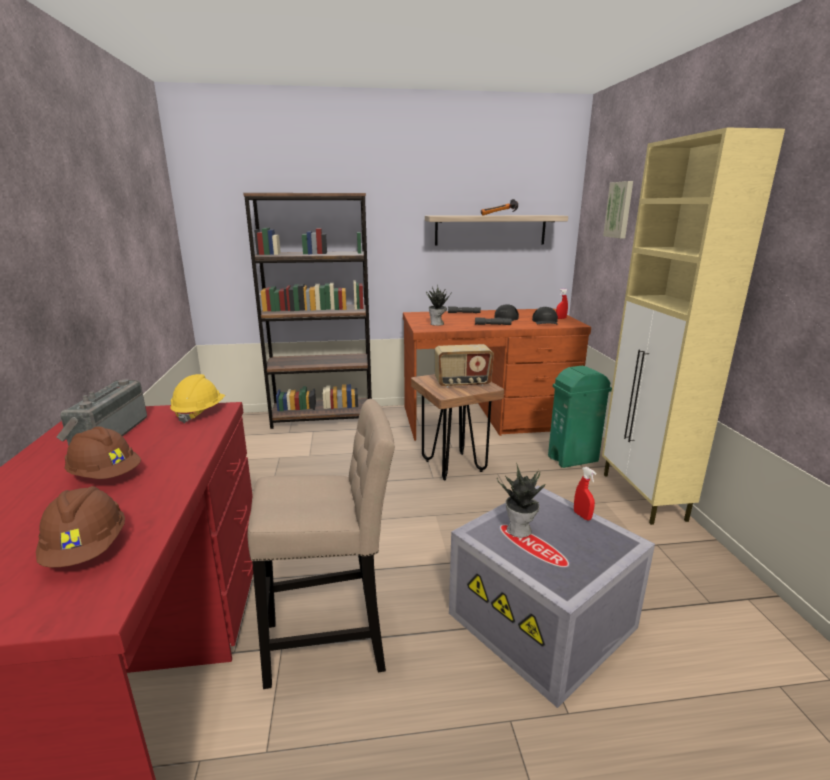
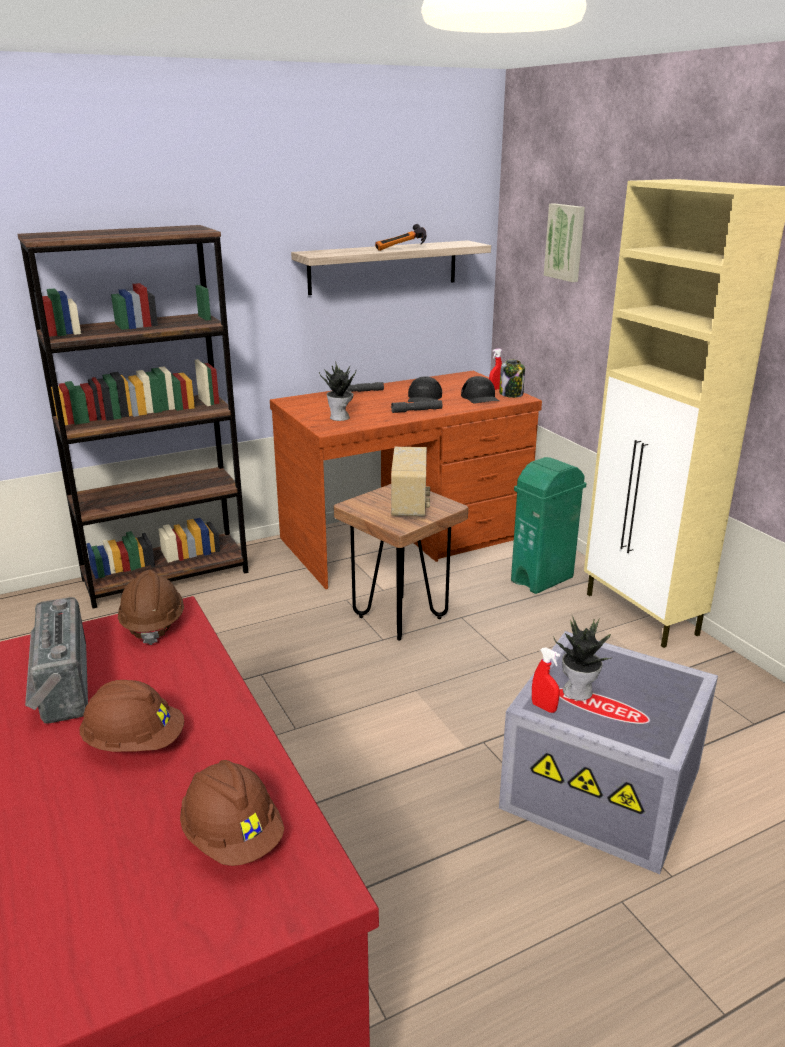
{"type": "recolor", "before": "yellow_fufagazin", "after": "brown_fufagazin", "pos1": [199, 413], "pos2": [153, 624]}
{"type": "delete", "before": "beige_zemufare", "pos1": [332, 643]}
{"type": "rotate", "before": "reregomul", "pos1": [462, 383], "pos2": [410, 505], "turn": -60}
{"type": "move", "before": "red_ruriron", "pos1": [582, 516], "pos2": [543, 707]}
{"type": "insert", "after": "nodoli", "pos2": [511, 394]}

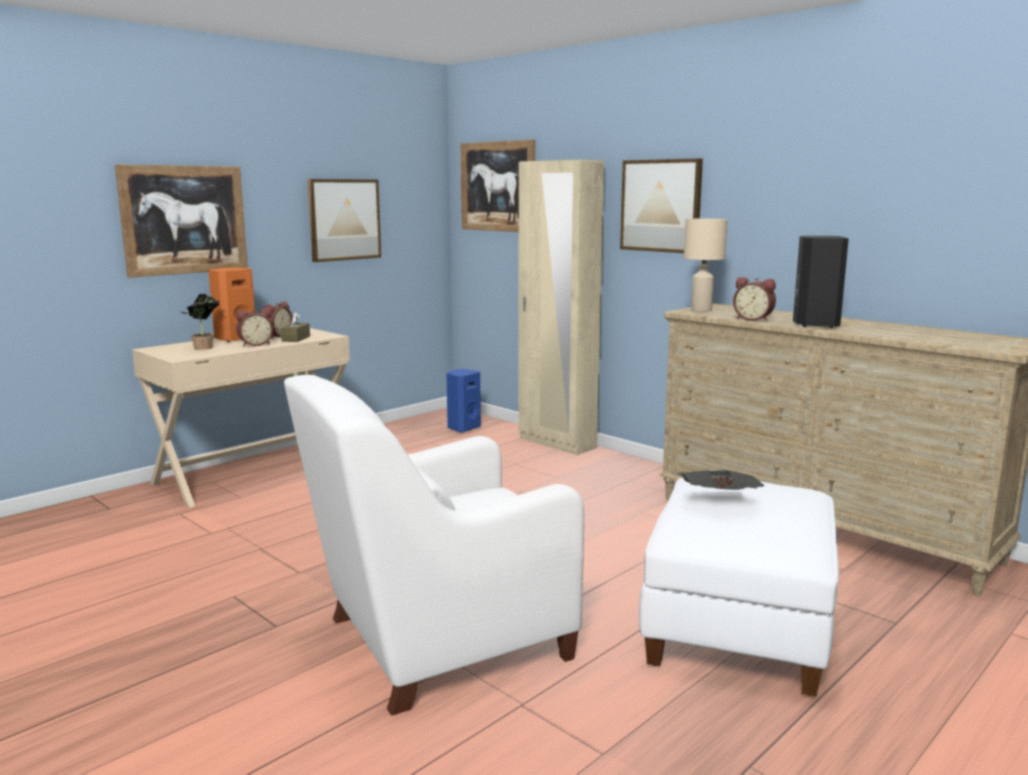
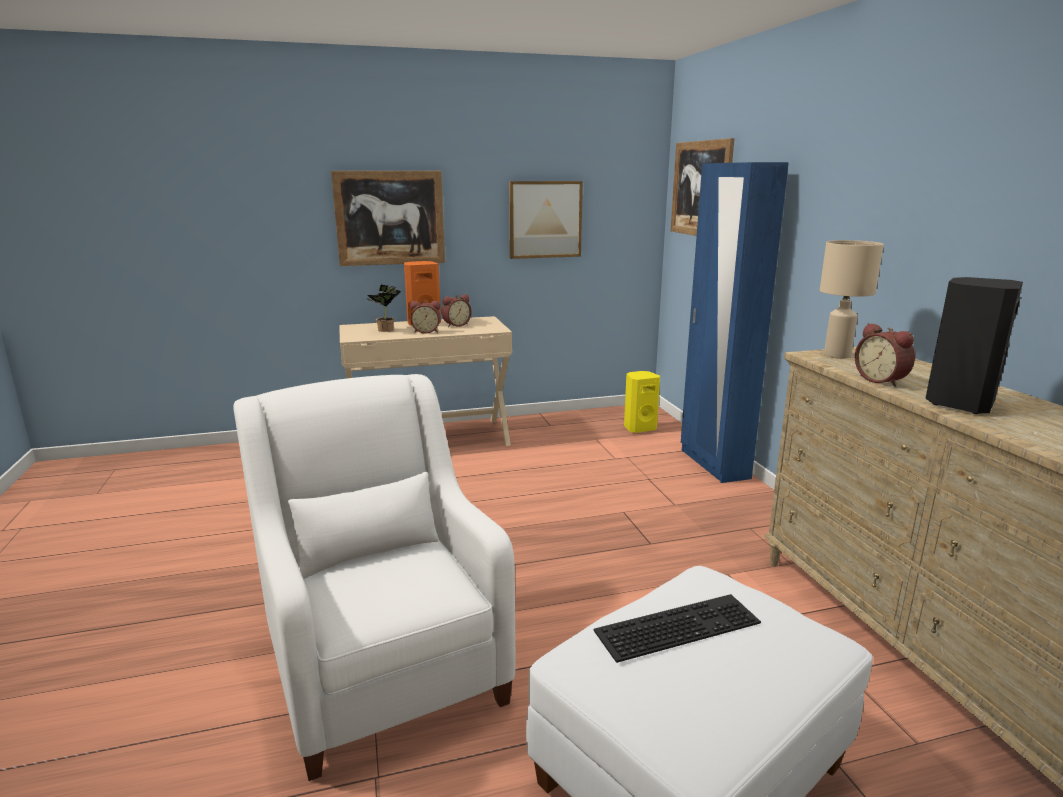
{"type": "delete", "before": "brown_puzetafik", "pos1": [296, 339]}
{"type": "rotate", "before": "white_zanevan", "pos1": [435, 641], "pos2": [383, 664], "turn": 60}
{"type": "recolor", "before": "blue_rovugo", "after": "yellow_rovugo", "pos1": [463, 428], "pos2": [639, 428]}
{"type": "recolor", "before": "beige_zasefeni", "after": "blue_zasefeni", "pos1": [556, 443], "pos2": [713, 464]}
{"type": "delete", "before": "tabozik", "pos1": [661, 206]}
{"type": "replace", "before": "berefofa", "after": "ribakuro", "pos1": [720, 502], "pos2": [677, 624]}

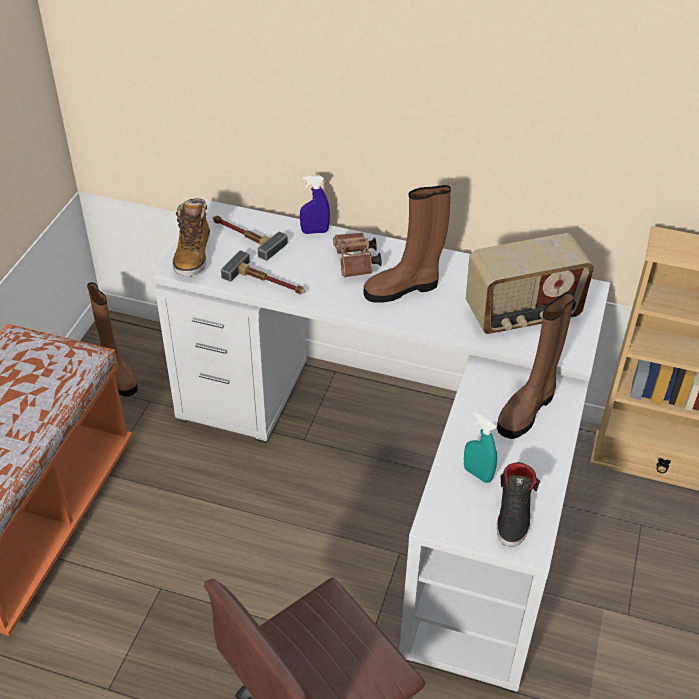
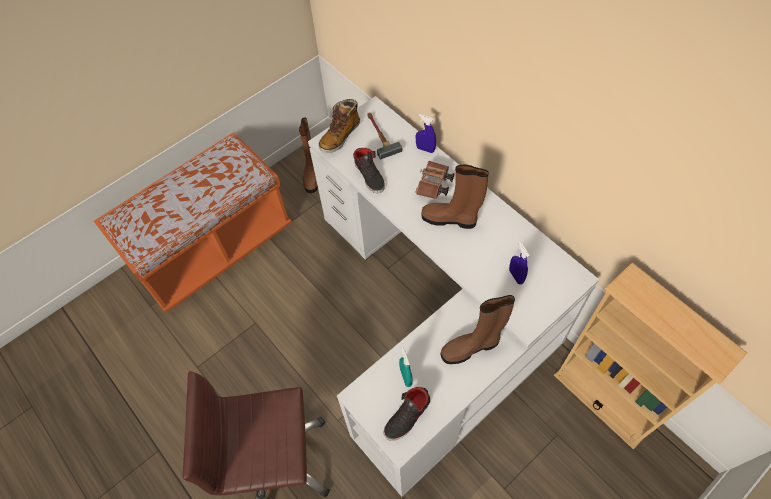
{"type": "replace", "before": "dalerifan", "after": "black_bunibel", "pos1": [267, 282], "pos2": [370, 176]}
{"type": "replace", "before": "reregomul", "after": "blue_ruriron", "pos1": [523, 314], "pos2": [516, 276]}

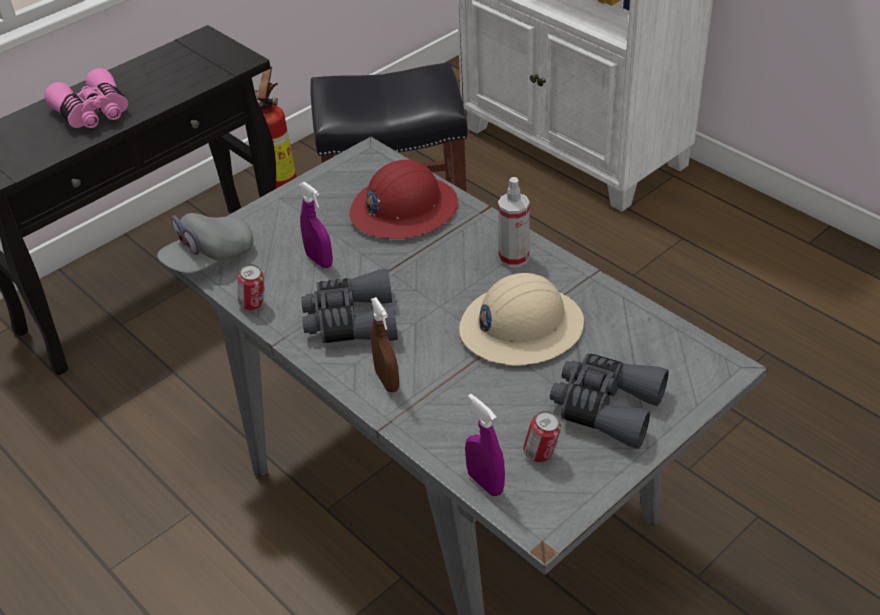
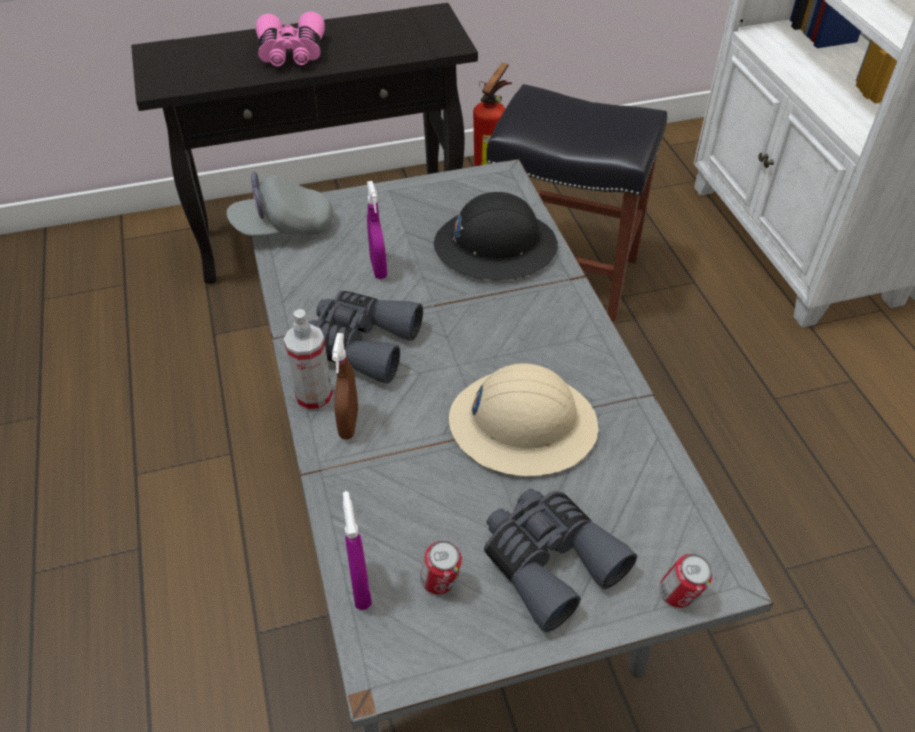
{"type": "move", "before": "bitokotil", "pos1": [254, 305], "pos2": [679, 597]}
{"type": "recolor", "before": "red_fufagazin", "after": "black_fufagazin", "pos1": [403, 210], "pos2": [495, 246]}
{"type": "move", "before": "ruriron", "pos1": [514, 257], "pos2": [314, 397]}

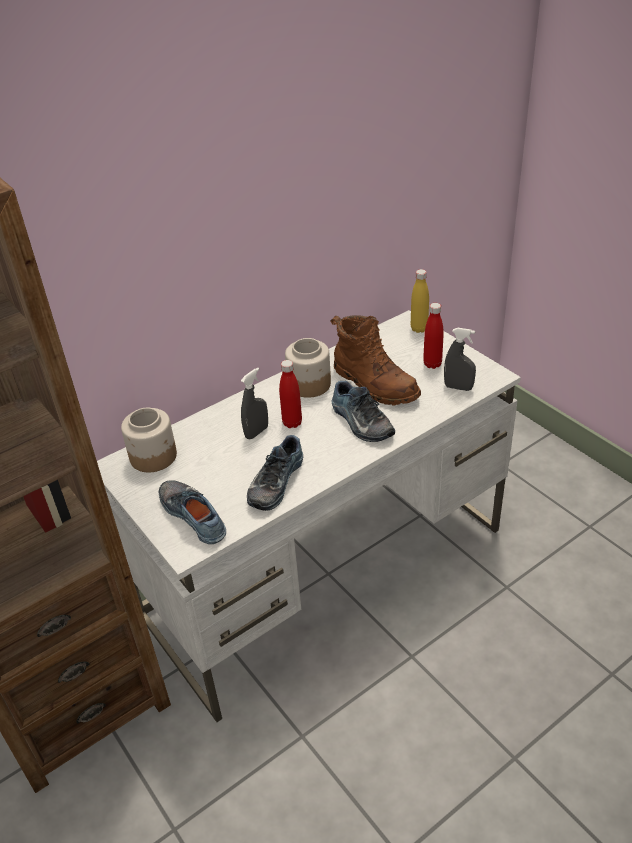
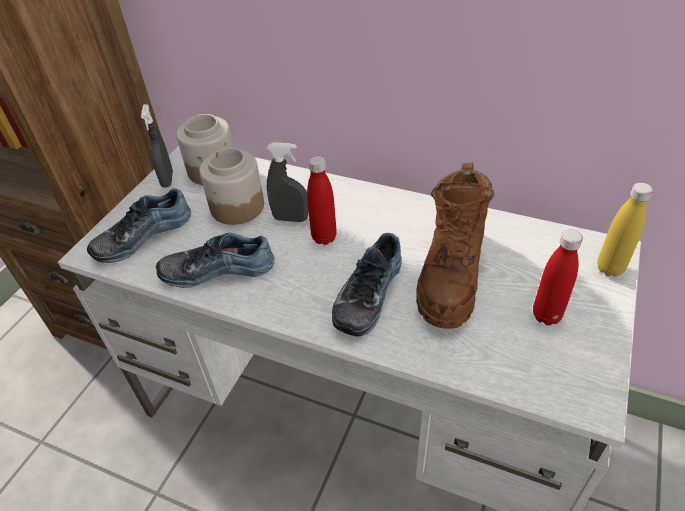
{"type": "rotate", "before": "bunibel", "pos1": [195, 515], "pos2": [142, 235], "turn": -150}
{"type": "move", "before": "nodoli", "pos1": [308, 384], "pos2": [237, 206]}
{"type": "move", "before": "grey_ruriron", "pos1": [458, 387], "pos2": [167, 179]}

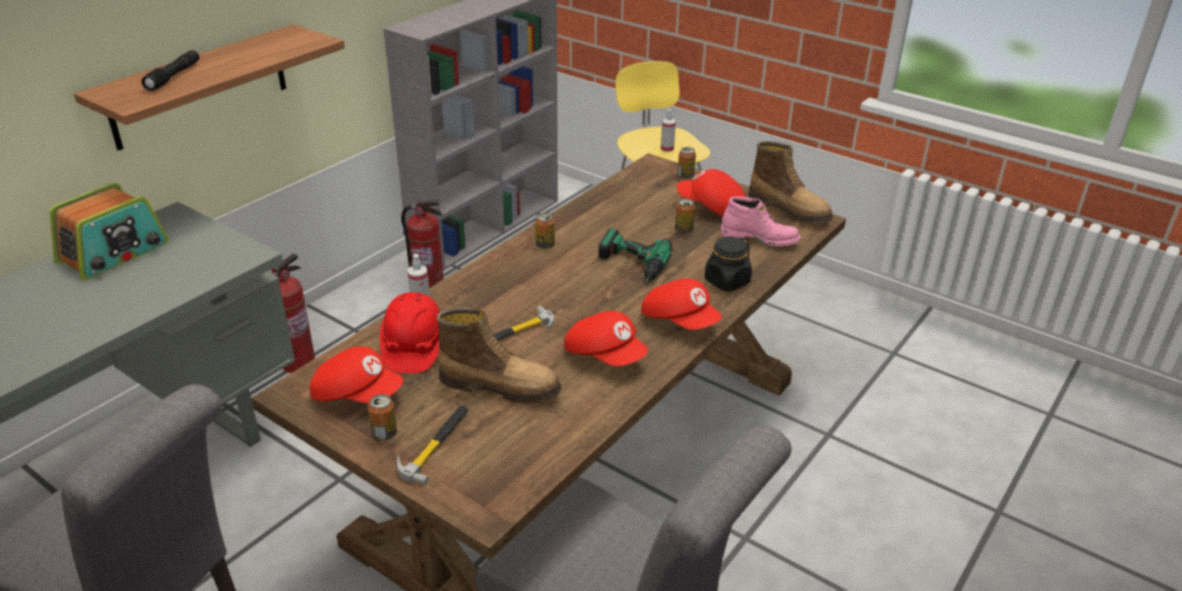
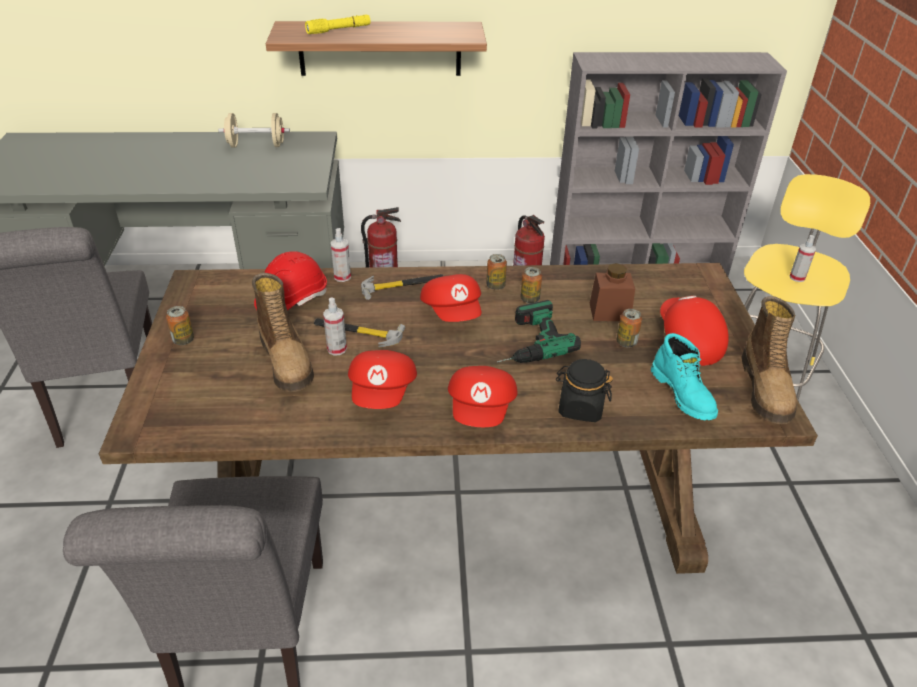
{"type": "replace", "before": "reregomul", "after": "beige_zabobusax", "pos1": [114, 253], "pos2": [256, 145]}
{"type": "recolor", "before": "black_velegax", "after": "yellow_velegax", "pos1": [174, 77], "pos2": [339, 30]}
{"type": "move", "before": "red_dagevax", "pos1": [357, 394], "pos2": [453, 312]}
{"type": "move", "before": "dalerifan", "pos1": [436, 444], "pos2": [402, 285]}
{"type": "move", "before": "bitokotil", "pos1": [685, 176], "pos2": [529, 299]}
{"type": "recolor", "before": "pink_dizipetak", "after": "turquoise_dizipetak", "pos1": [760, 238], "pos2": [683, 394]}
{"type": "insert", "after": "ruriron", "pos2": [337, 349]}
{"type": "insert", "after": "brown_nodoli", "pos2": [609, 312]}

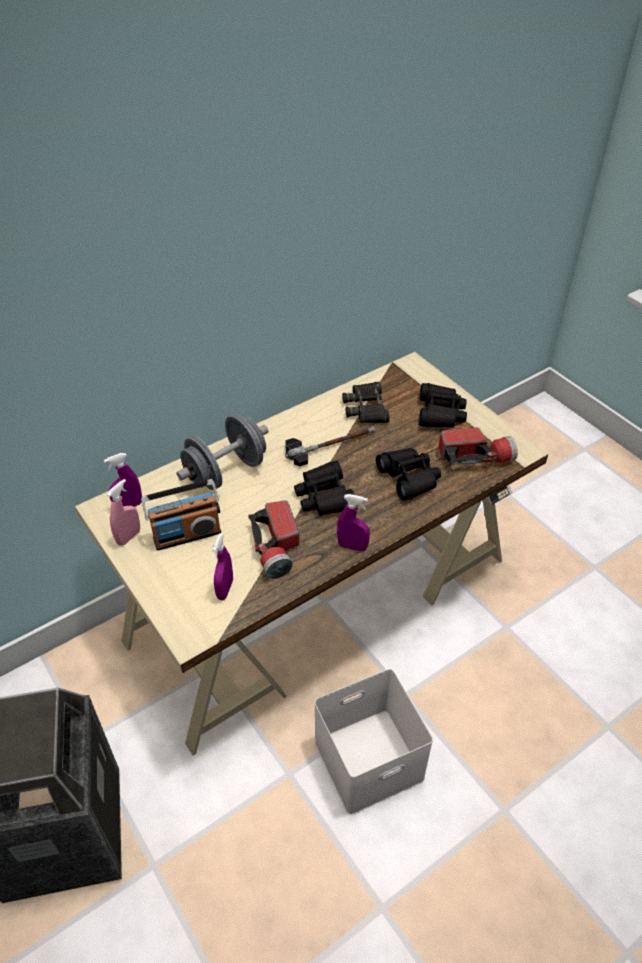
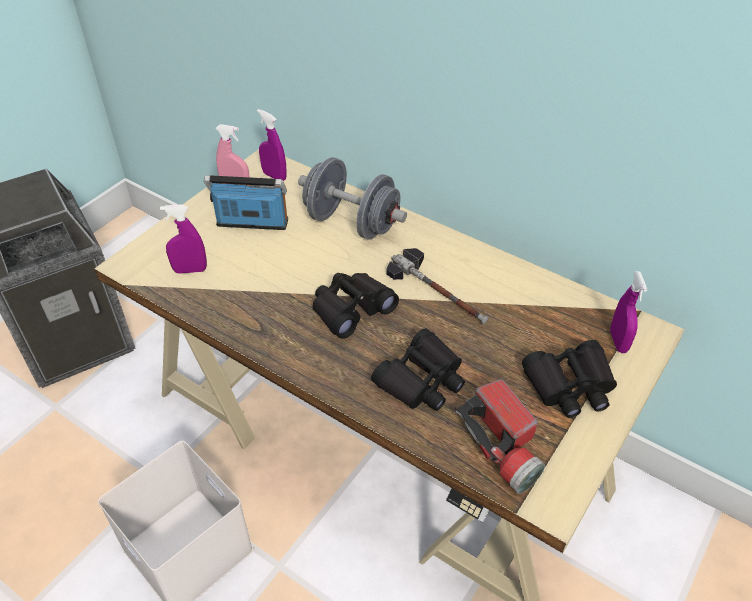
{"type": "rotate", "before": "reregomul", "pos1": [187, 535], "pos2": [252, 223], "turn": 135}
{"type": "delete", "before": "velegax", "pos1": [276, 547]}
{"type": "move", "before": "purple_ruriron", "pos1": [352, 546], "pos2": [618, 341]}
{"type": "delete", "before": "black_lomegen", "pos1": [366, 408]}

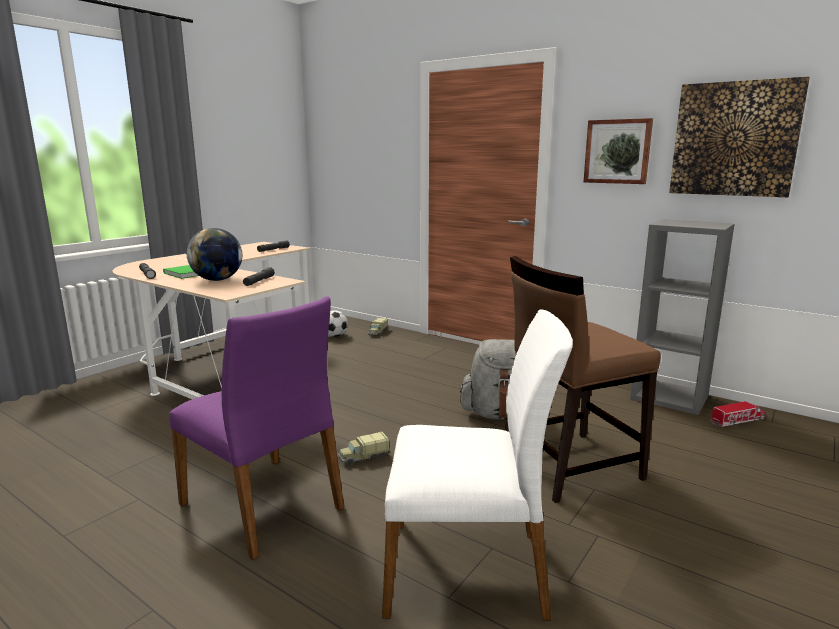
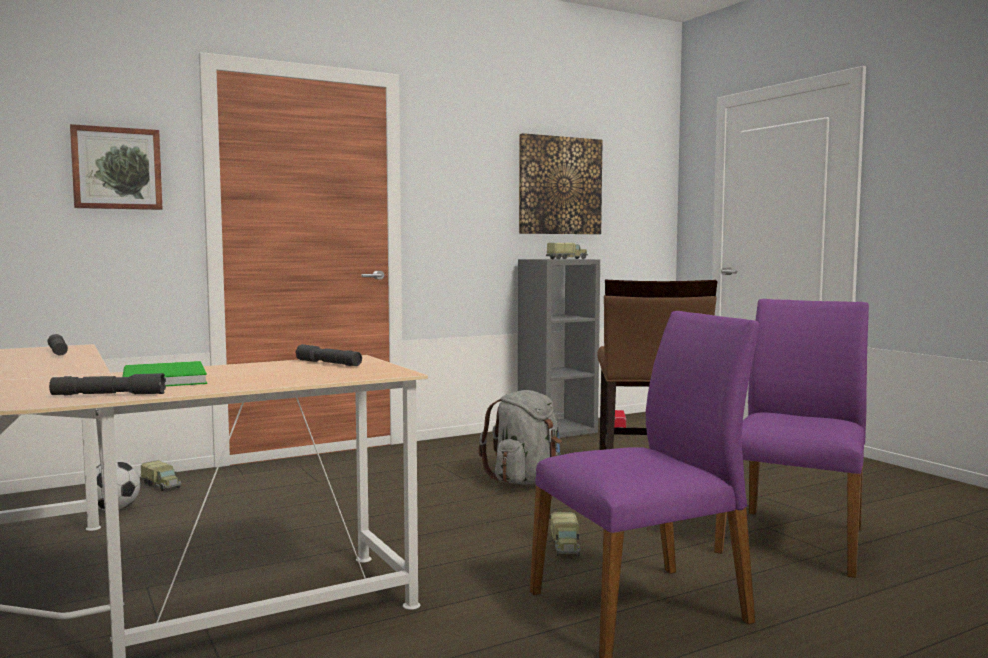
{"type": "delete", "before": "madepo", "pos1": [217, 280]}
{"type": "recolor", "before": "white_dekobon", "after": "purple_dekobon", "pos1": [468, 569], "pos2": [794, 539]}
{"type": "move", "before": "tabozik", "pos1": [617, 151], "pos2": [117, 168]}
{"type": "insert", "after": "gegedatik", "pos2": [567, 259]}

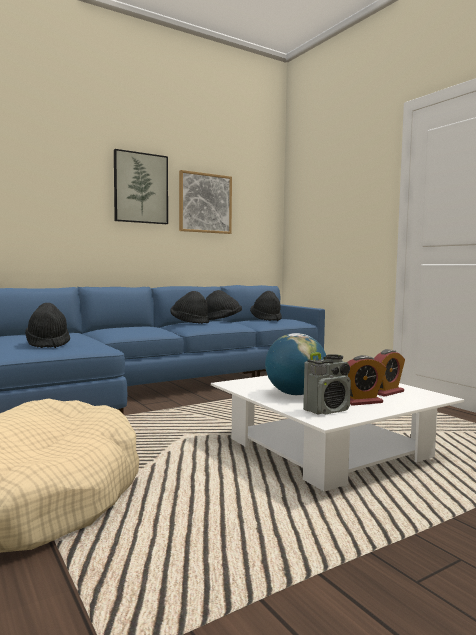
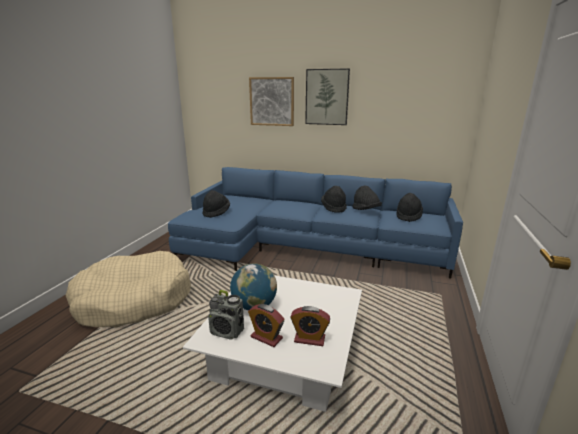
{"type": "move", "before": "tabozik", "pos1": [205, 203], "pos2": [272, 101]}

